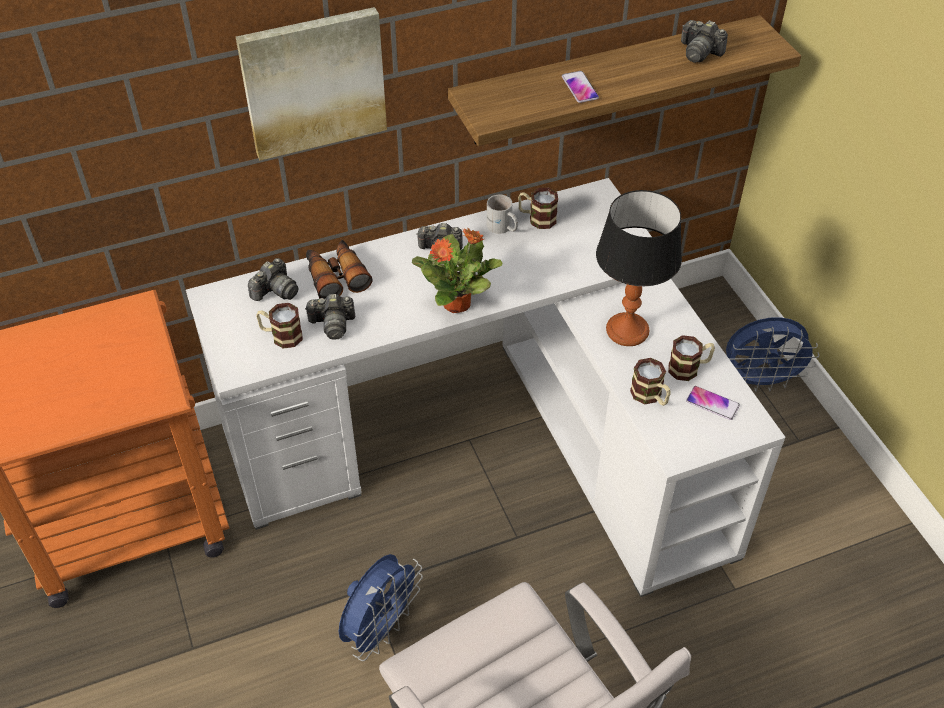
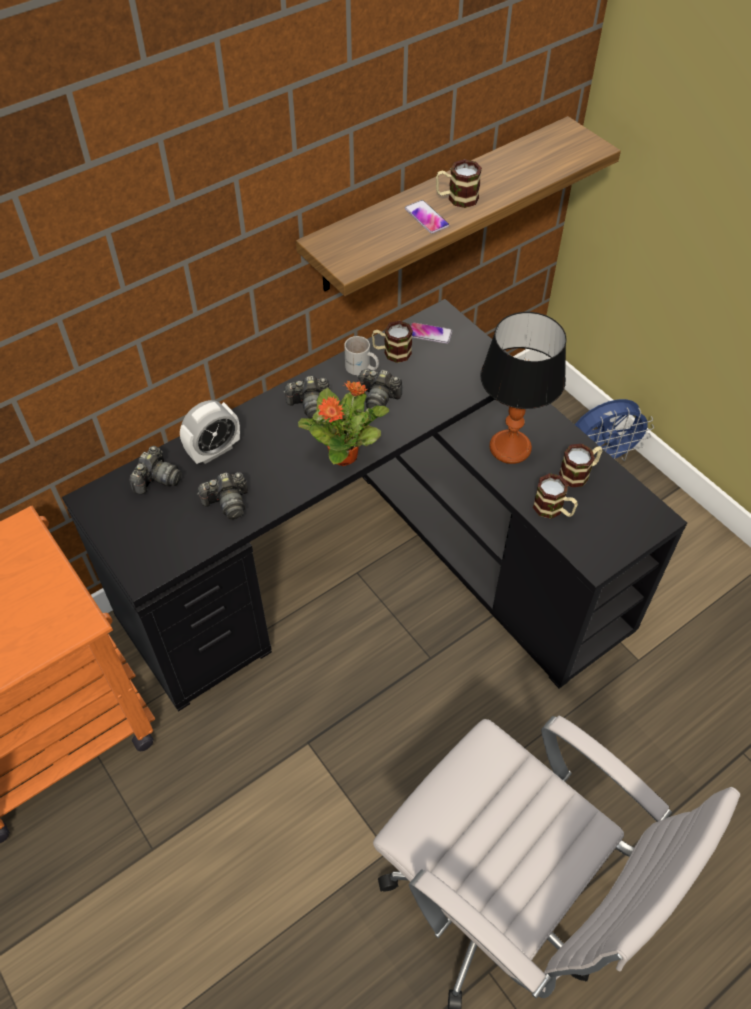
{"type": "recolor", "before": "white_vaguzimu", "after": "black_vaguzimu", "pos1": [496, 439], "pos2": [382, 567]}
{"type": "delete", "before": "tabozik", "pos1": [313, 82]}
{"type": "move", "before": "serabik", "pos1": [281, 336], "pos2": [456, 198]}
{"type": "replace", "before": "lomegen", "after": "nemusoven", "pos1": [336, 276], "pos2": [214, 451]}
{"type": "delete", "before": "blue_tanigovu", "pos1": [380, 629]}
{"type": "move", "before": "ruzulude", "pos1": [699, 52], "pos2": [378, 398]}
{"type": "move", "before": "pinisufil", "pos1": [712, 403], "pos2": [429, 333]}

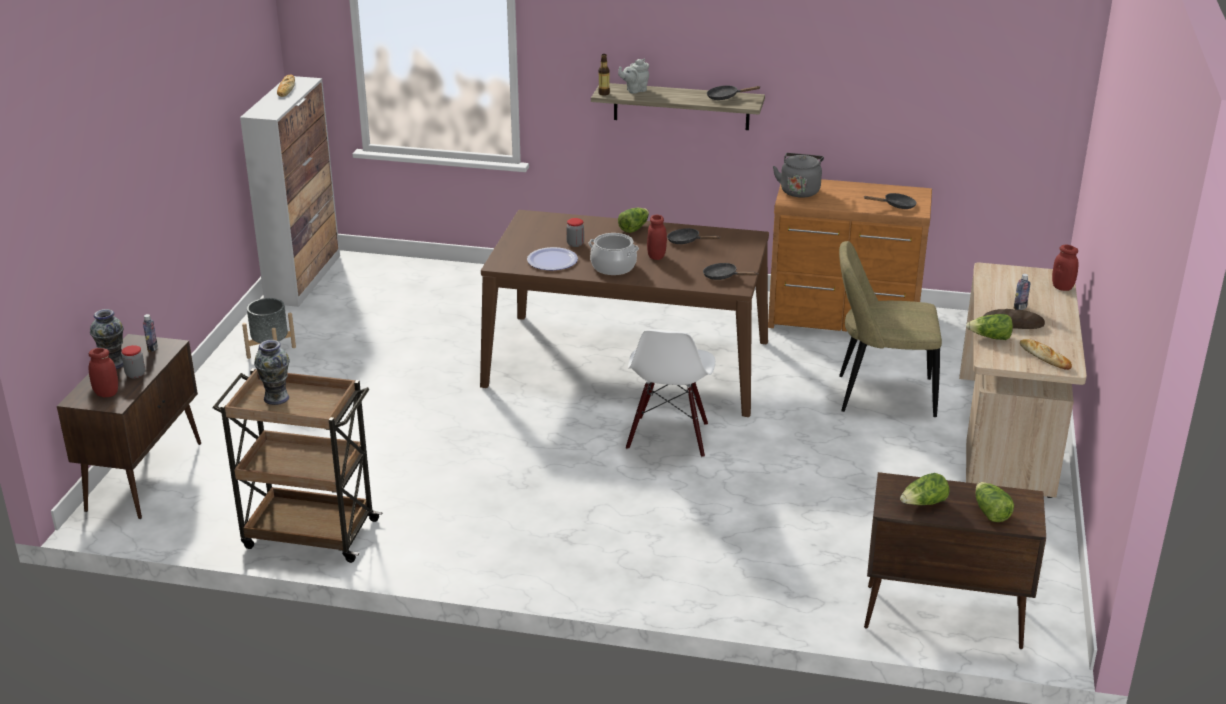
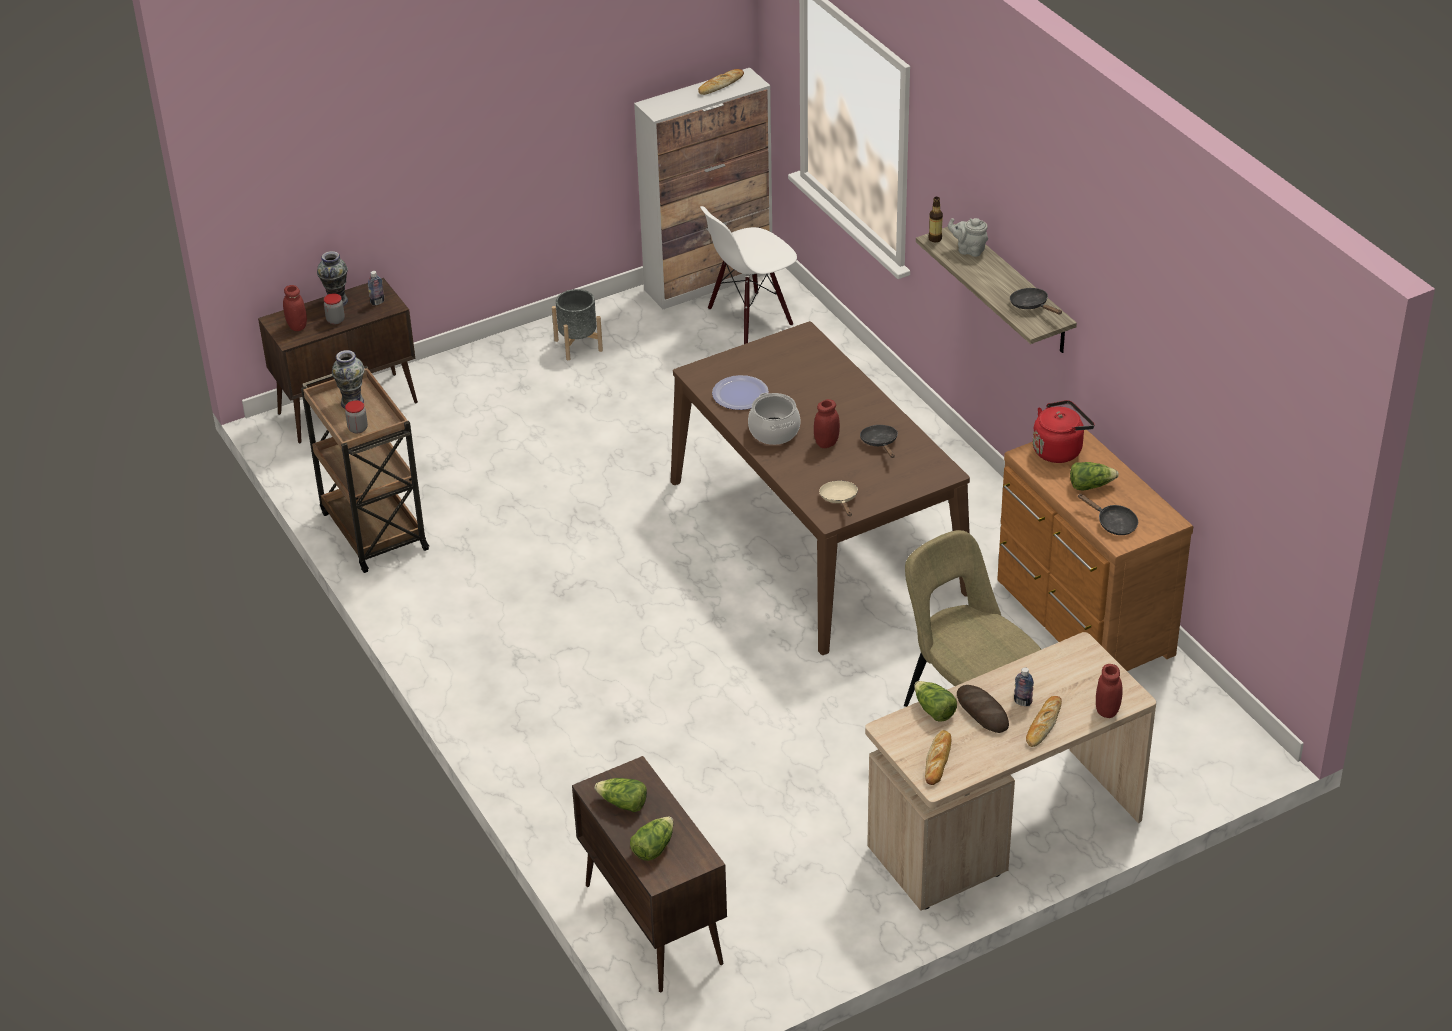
{"type": "move", "before": "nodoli", "pos1": [575, 244], "pos2": [358, 428]}
{"type": "move", "before": "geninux", "pos1": [634, 228], "pos2": [1090, 485]}
{"type": "move", "before": "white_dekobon", "pos1": [668, 437], "pos2": [750, 318]}
{"type": "recolor", "before": "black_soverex", "after": "beige_soverex", "pos1": [723, 277], "pos2": [840, 499]}
{"type": "recolor", "before": "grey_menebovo", "after": "red_menebovo", "pos1": [799, 190], "pos2": [1059, 450]}
{"type": "insert", "after": "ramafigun", "pos2": [1043, 724]}

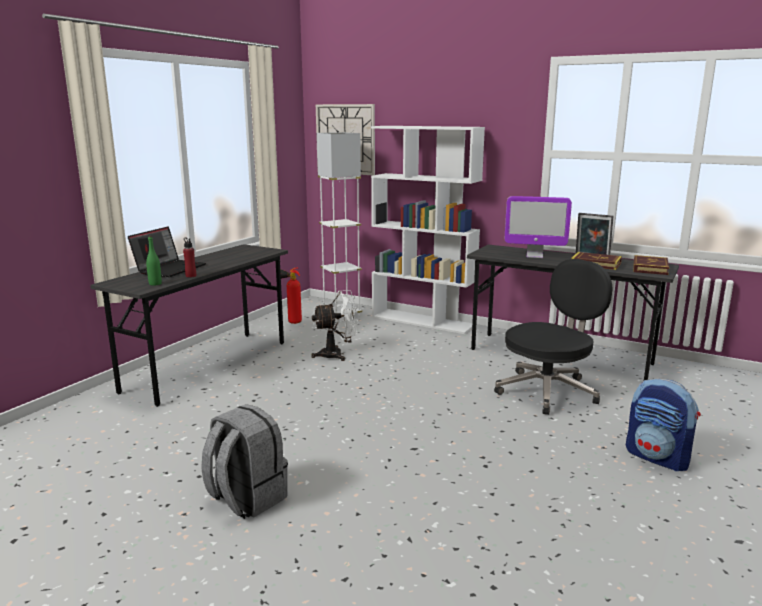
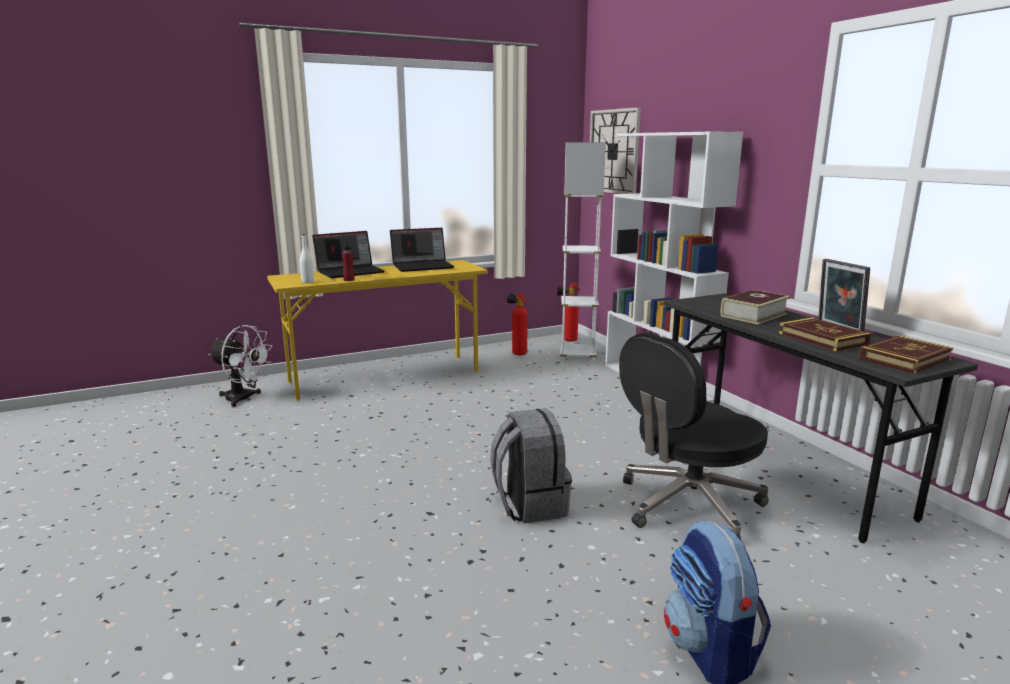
{"type": "recolor", "before": "grey_vaguzimu", "after": "yellow_vaguzimu", "pos1": [208, 366], "pos2": [385, 376]}
{"type": "recolor", "before": "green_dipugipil", "after": "white_dipugipil", "pos1": [155, 284], "pos2": [307, 282]}
{"type": "move", "before": "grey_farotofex", "pos1": [246, 498], "pos2": [529, 504]}
{"type": "move", "before": "white_tanigovu", "pos1": [337, 354], "pos2": [244, 399]}
{"type": "rotate", "before": "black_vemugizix", "pos1": [548, 391], "pos2": [687, 505], "turn": 150}
{"type": "replace", "before": "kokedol", "after": "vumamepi", "pos1": [534, 256], "pos2": [753, 315]}
{"type": "insert", "after": "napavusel", "pos2": [423, 266]}
{"type": "insert", "after": "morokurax", "pos2": [566, 340]}

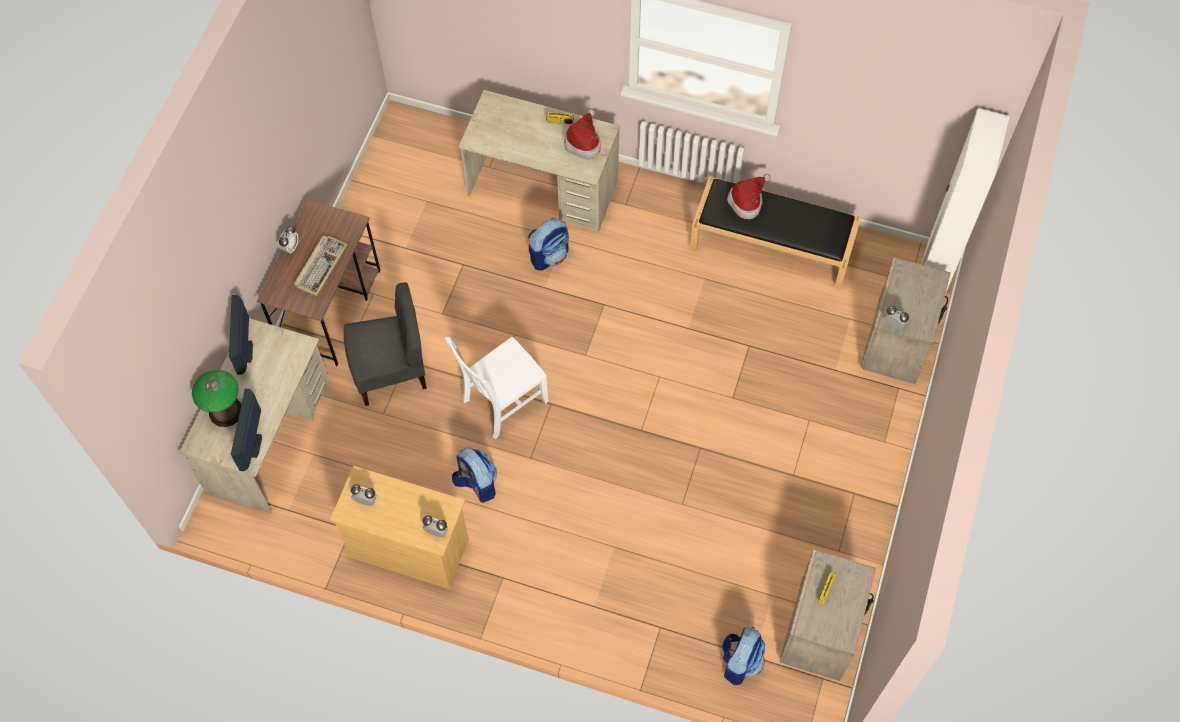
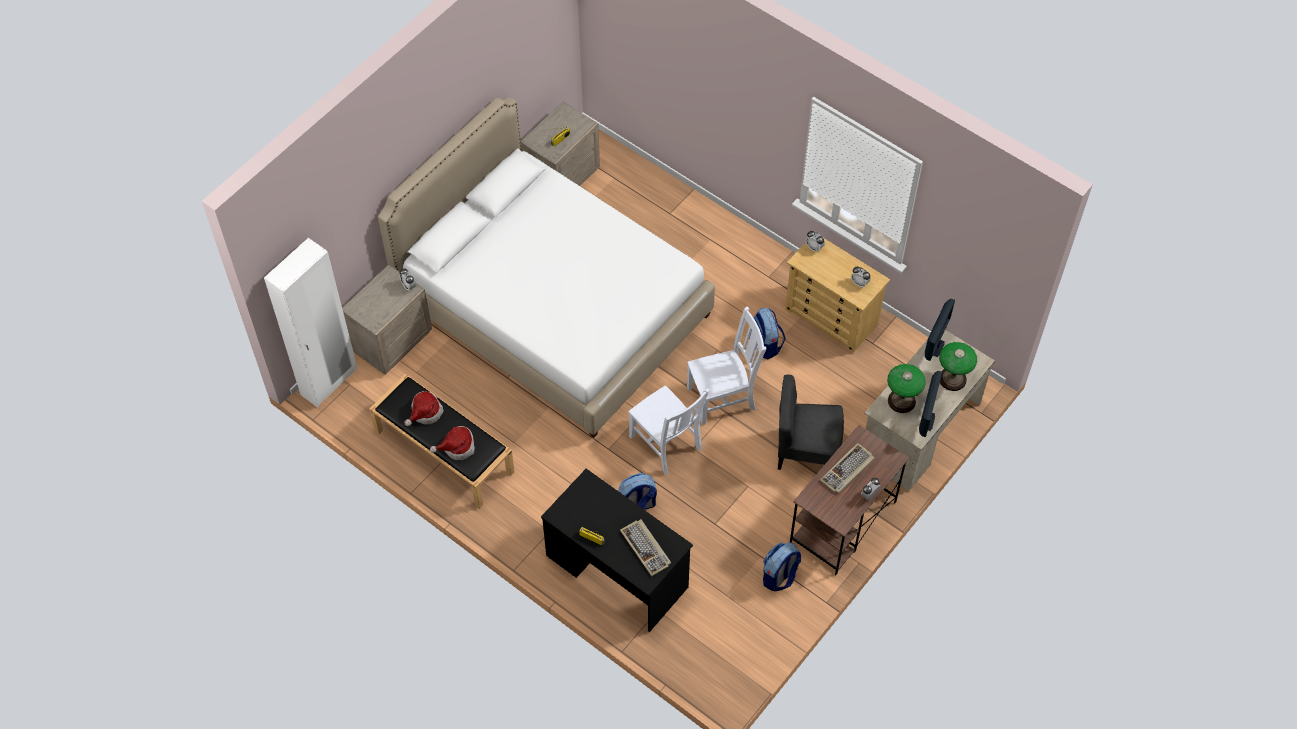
{"type": "recolor", "before": "beige_vaguzimu", "after": "black_vaguzimu", "pos1": [543, 189], "pos2": [617, 571]}
{"type": "move", "before": "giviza", "pos1": [583, 142], "pos2": [425, 413]}
{"type": "move", "before": "farotofex", "pos1": [740, 662], "pos2": [779, 576]}
{"type": "insert", "after": "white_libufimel", "pos2": [553, 308]}
{"type": "insert", "after": "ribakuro", "pos2": [646, 548]}
{"type": "insert", "after": "white_dekobon", "pos2": [667, 444]}
{"type": "insert", "after": "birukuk", "pos2": [902, 401]}

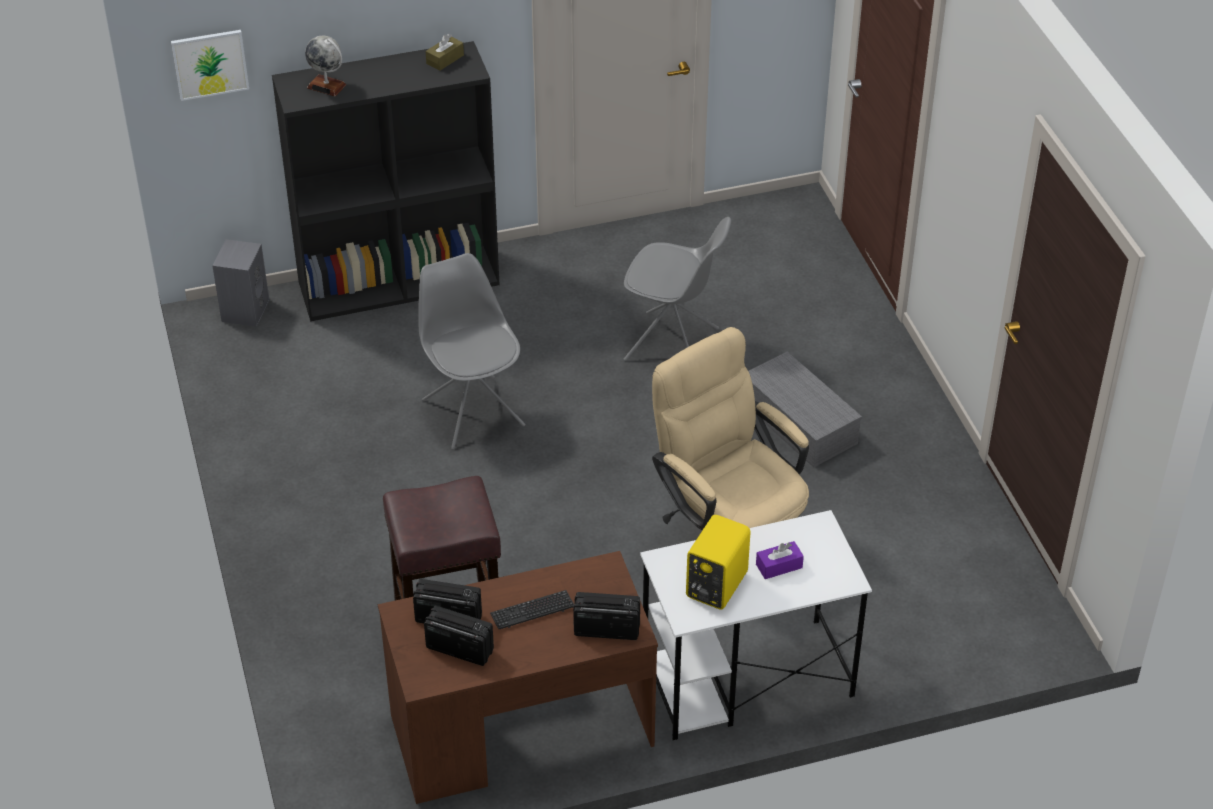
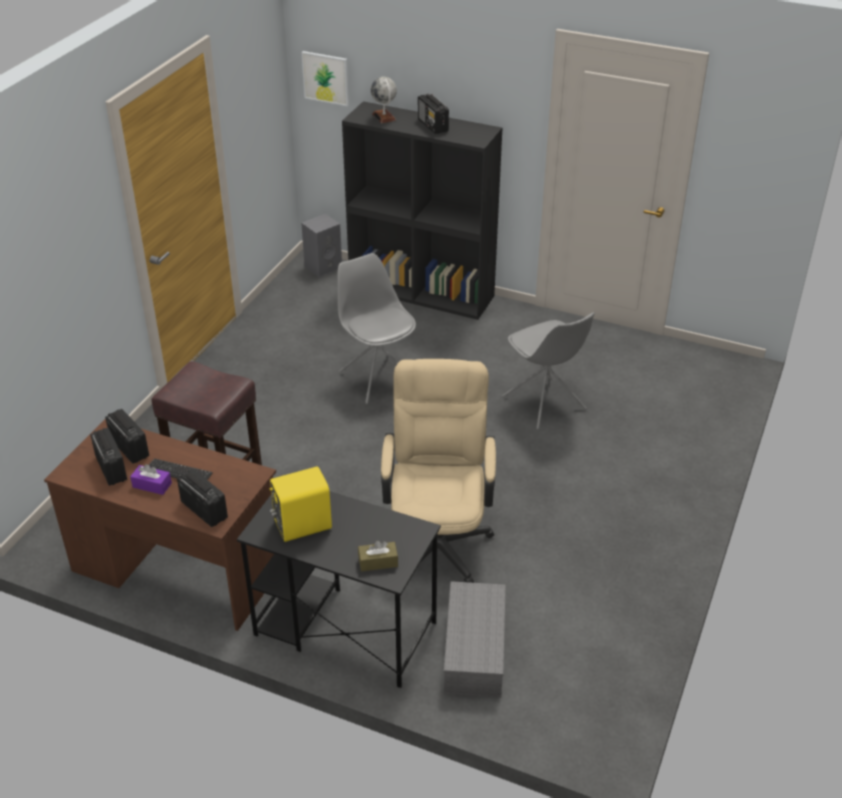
{"type": "rotate", "before": "grey_dekobon", "pos1": [472, 411], "pos2": [377, 378], "turn": -45}
{"type": "move", "before": "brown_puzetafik", "pos1": [445, 59], "pos2": [378, 562]}
{"type": "recolor", "before": "white_vaguzimu", "after": "black_vaguzimu", "pos1": [745, 679], "pos2": [343, 628]}
{"type": "move", "before": "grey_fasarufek", "pos1": [801, 423], "pos2": [476, 651]}
{"type": "move", "before": "purple_puzetafik", "pos1": [779, 566], "pos2": [152, 485]}
{"type": "insert", "after": "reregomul", "pos2": [433, 126]}

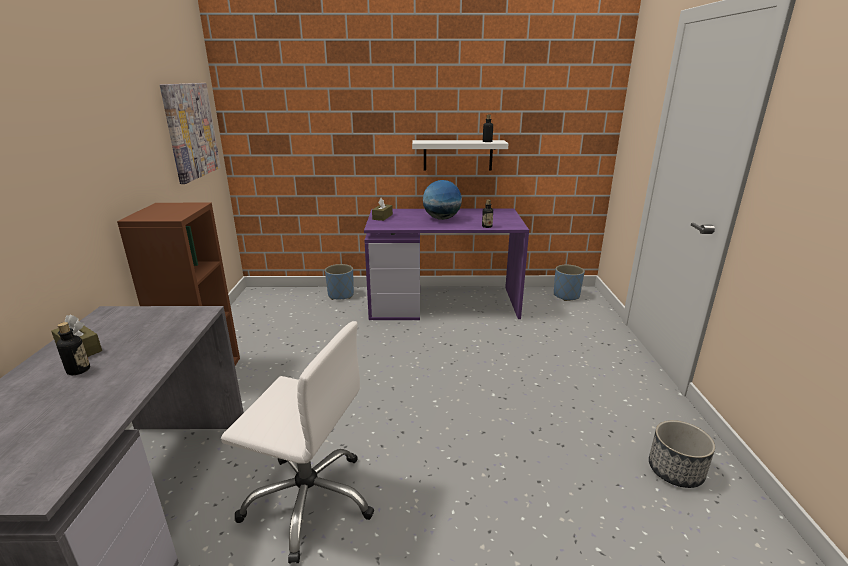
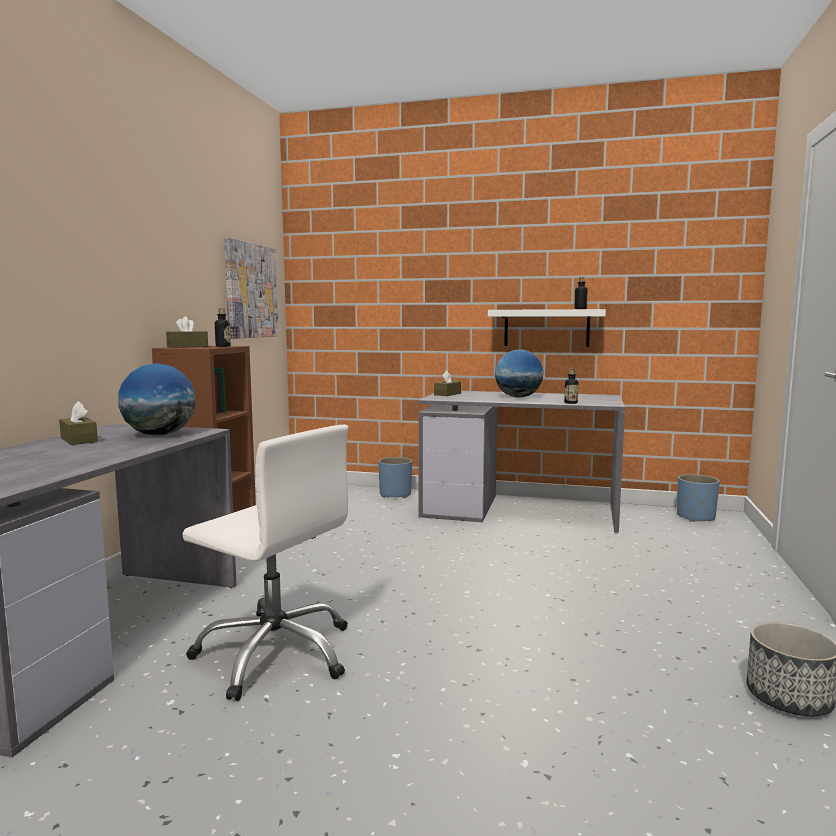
{"type": "move", "before": "dipugipil", "pos1": [78, 370], "pos2": [223, 346]}
{"type": "recolor", "before": "purple_vaguzimu", "after": "grey_vaguzimu", "pos1": [444, 302], "pos2": [521, 510]}
{"type": "insert", "after": "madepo", "pos2": [160, 435]}
{"type": "insert", "after": "brown_puzetafik", "pos2": [187, 347]}

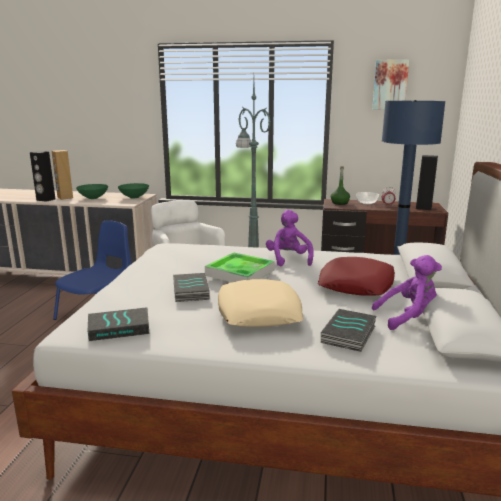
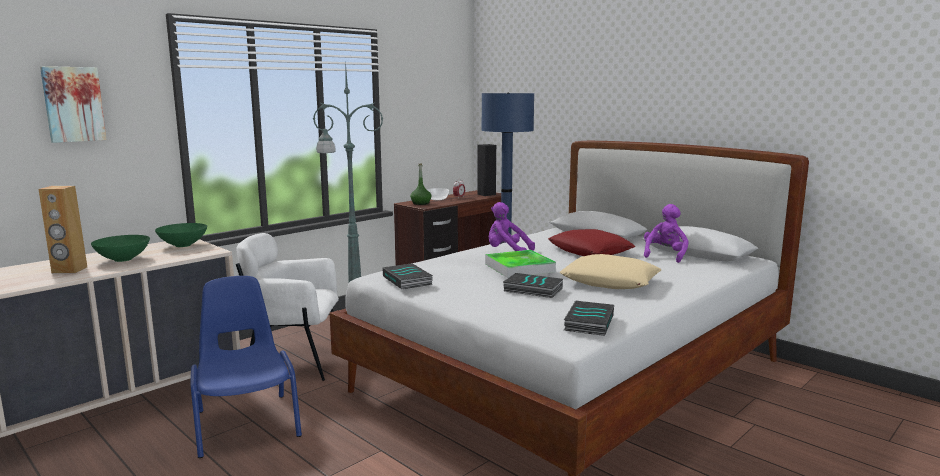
{"type": "delete", "before": "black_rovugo", "pos1": [45, 199]}
{"type": "move", "before": "vumamepi", "pos1": [350, 334], "pos2": [408, 280]}
{"type": "move", "before": "tabozik", "pos1": [390, 85], "pos2": [73, 104]}

